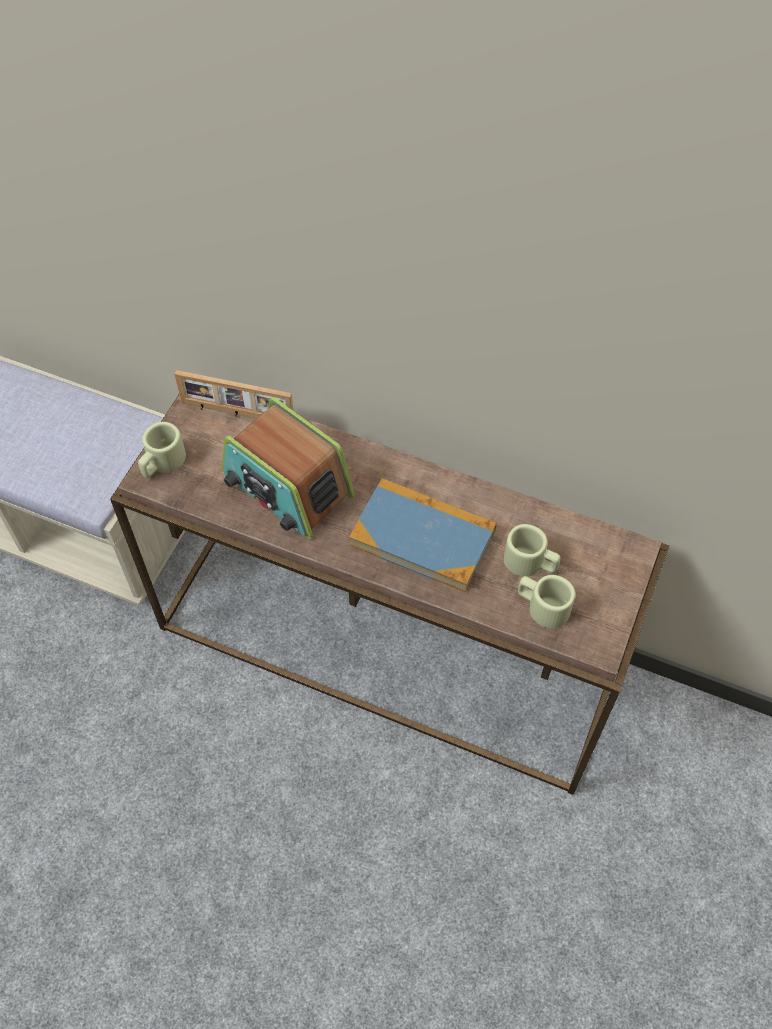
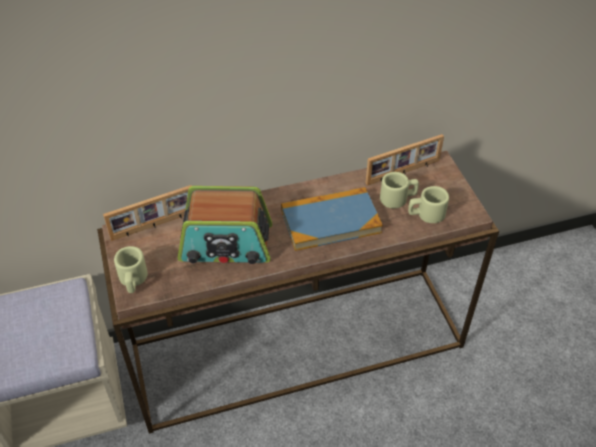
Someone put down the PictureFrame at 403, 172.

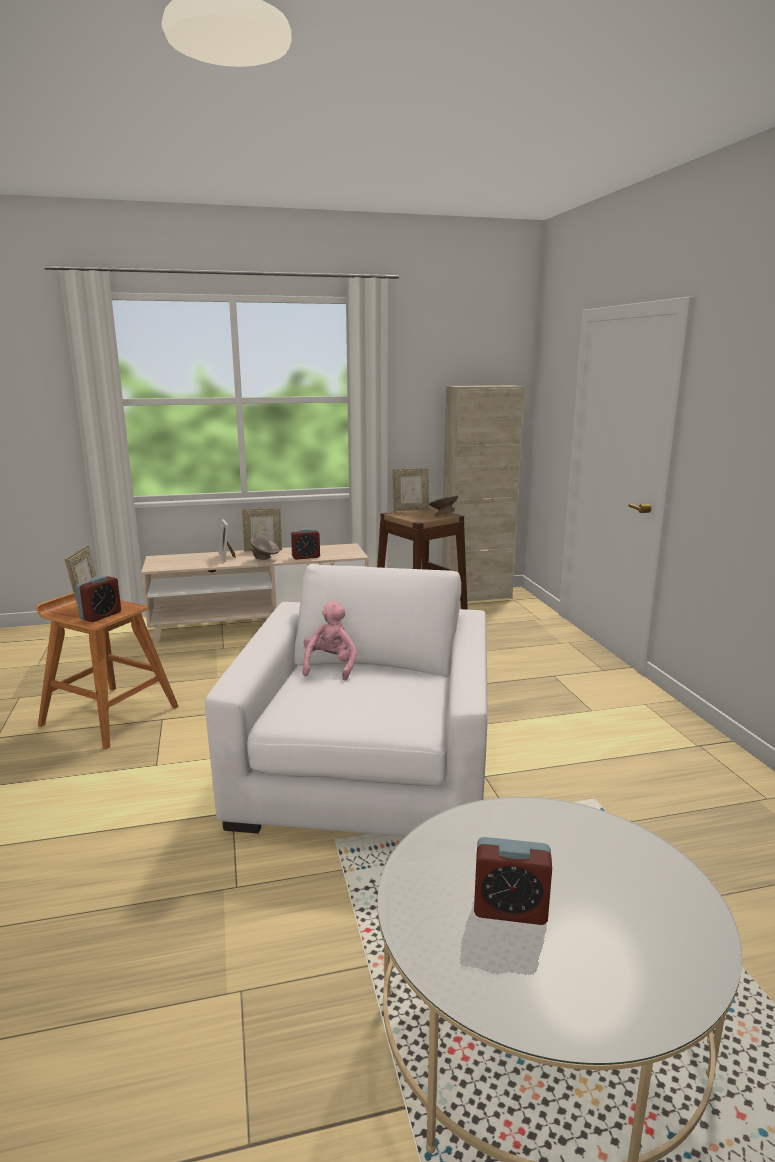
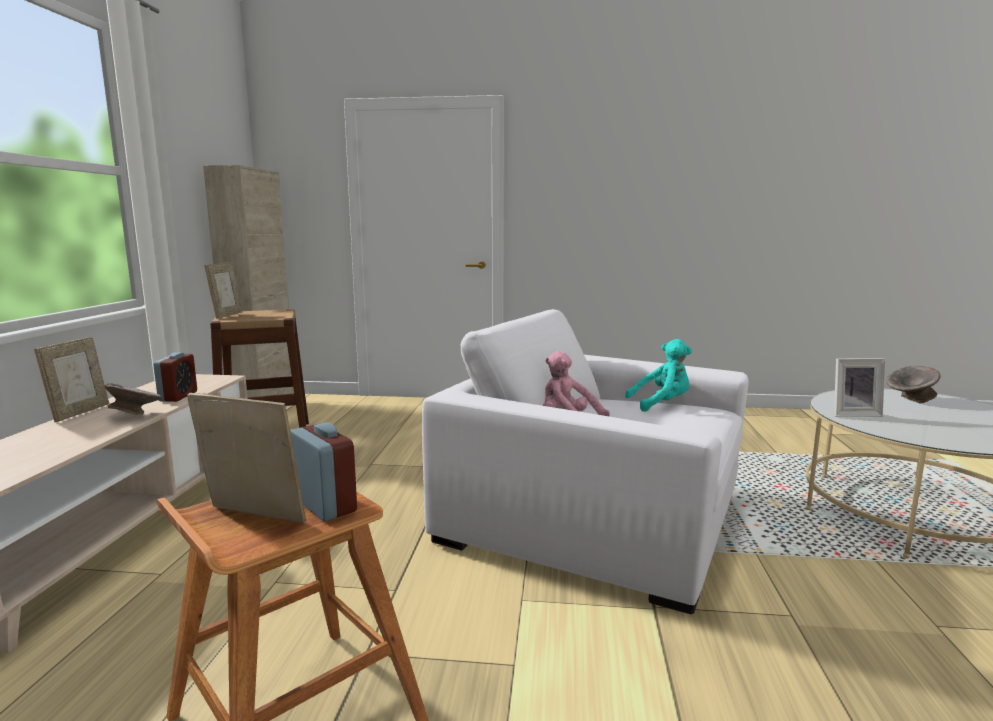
Someone took away the AlarmClock at 510, 909. Someone put down the TurquoisePlushToy at 661, 404. Someone carried the PictureFrame from 227, 557 to 853, 414. Someone carried the GreyBowl from 442, 515 to 910, 399.

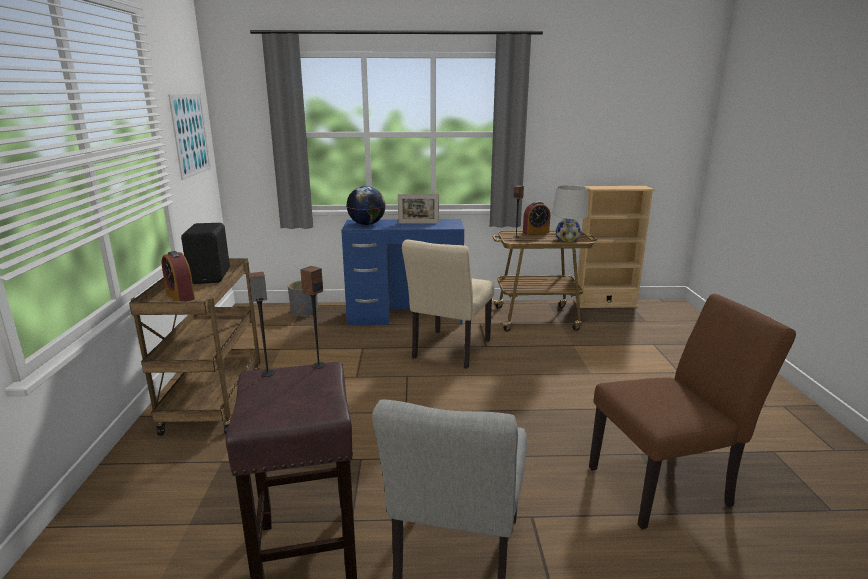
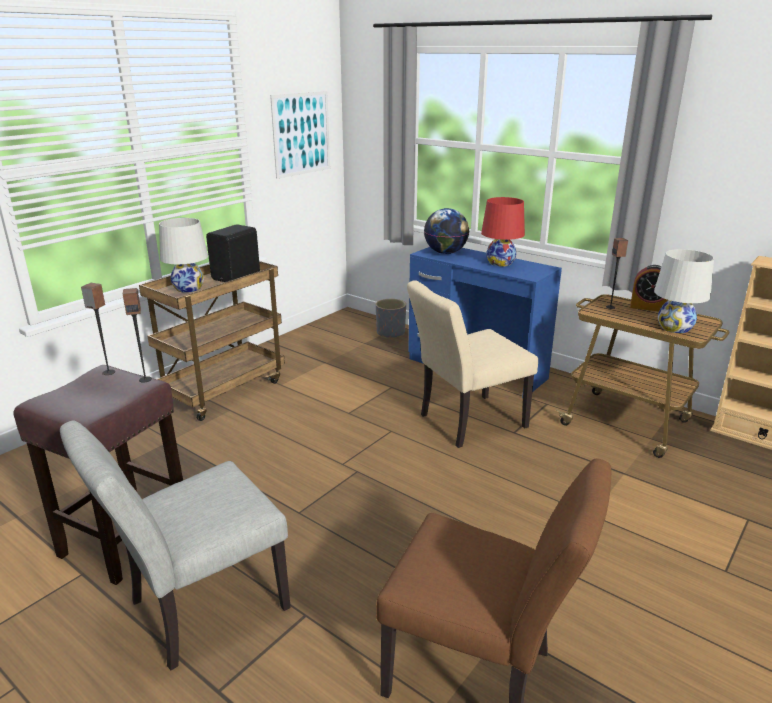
Someone swapped the AlarmClock at 180, 296 for the WhiteTableLamp at 188, 288. Someone swapped the PictureFrame at 418, 223 for the RedTableLamp at 500, 263.

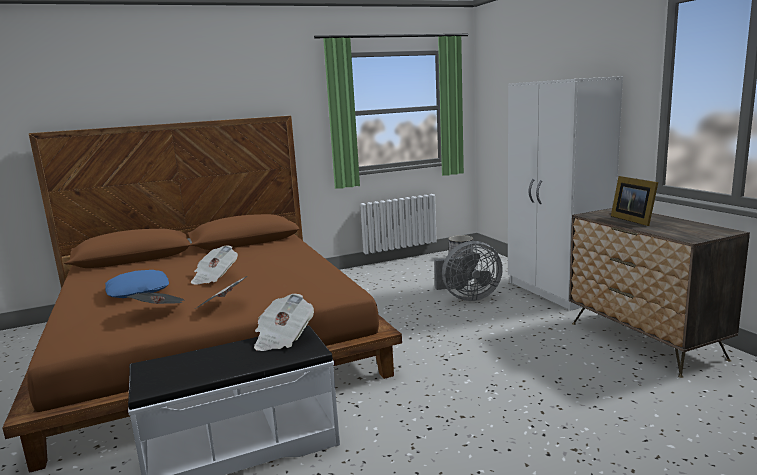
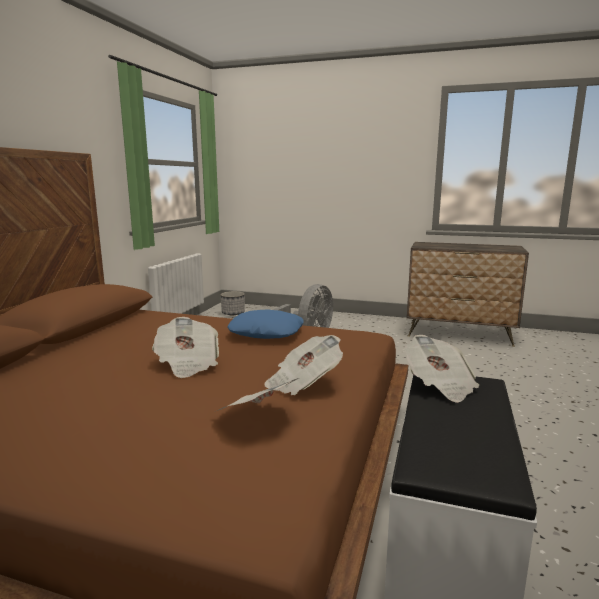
Someone took away the WhiteWardrobe at 556, 291. Someone took away the PictureFrame at 633, 220. Someone carried the BluePillow from 139, 291 to 266, 332.

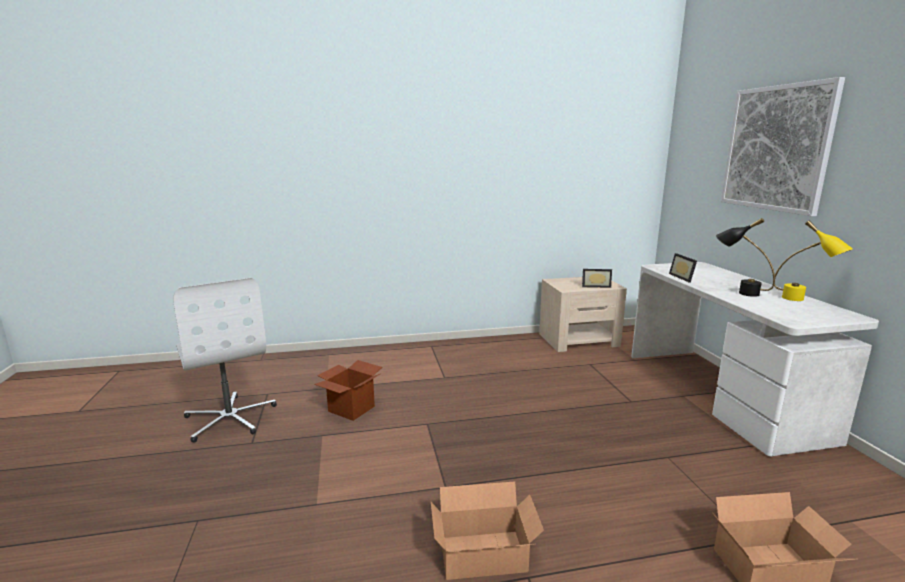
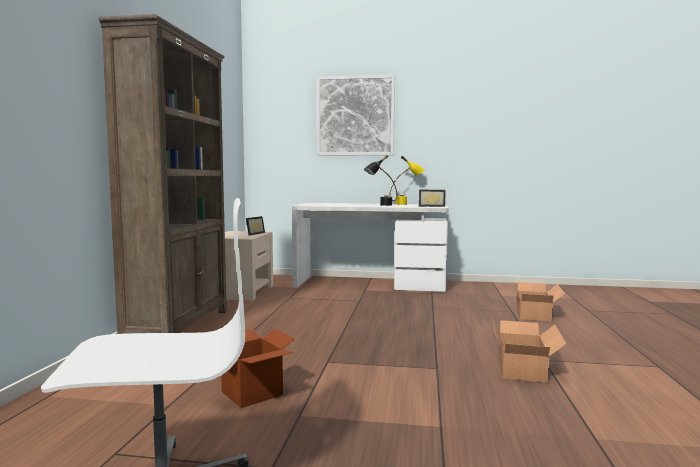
Someone put down the BrownBookcase at 179, 327. Someone carried the PictureFrame from 684, 278 to 431, 206.

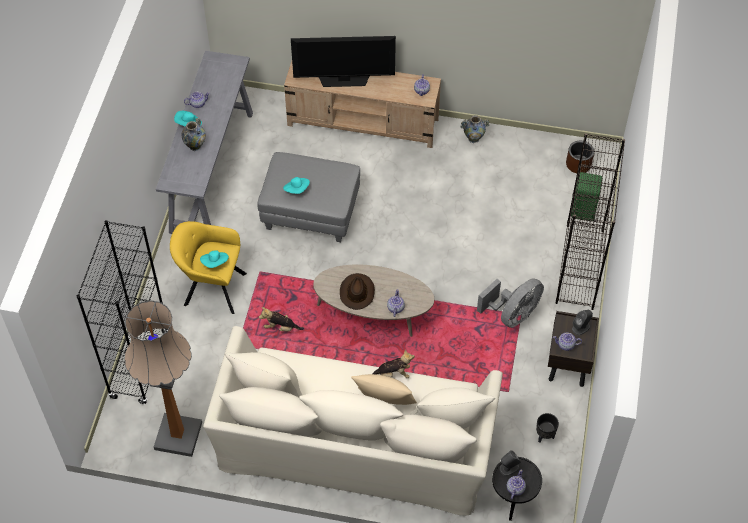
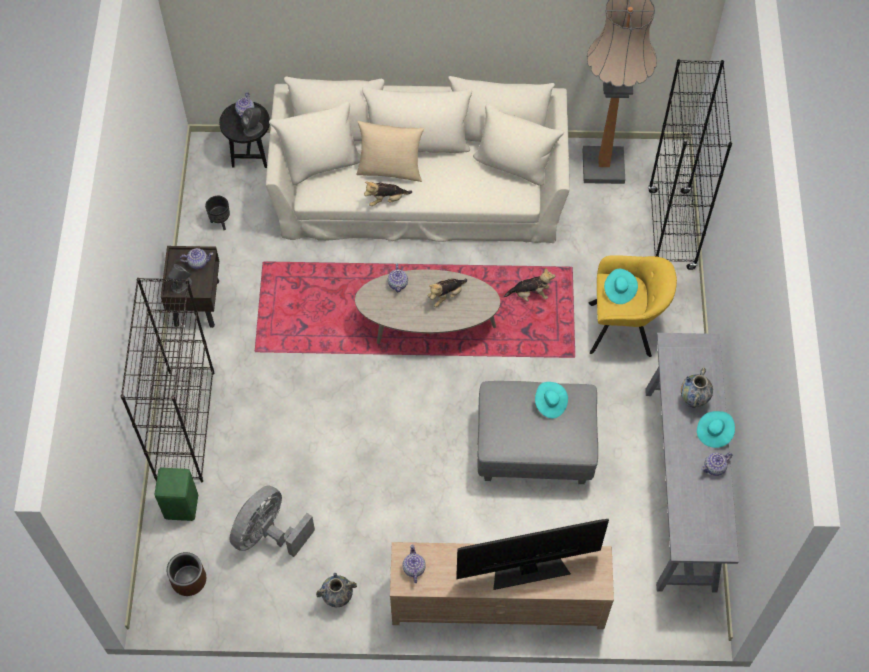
Someone carried the GreyFan from 513, 314 to 268, 534. Someone swapped the BrownHat at 357, 292 for the PlushToy at 446, 295.

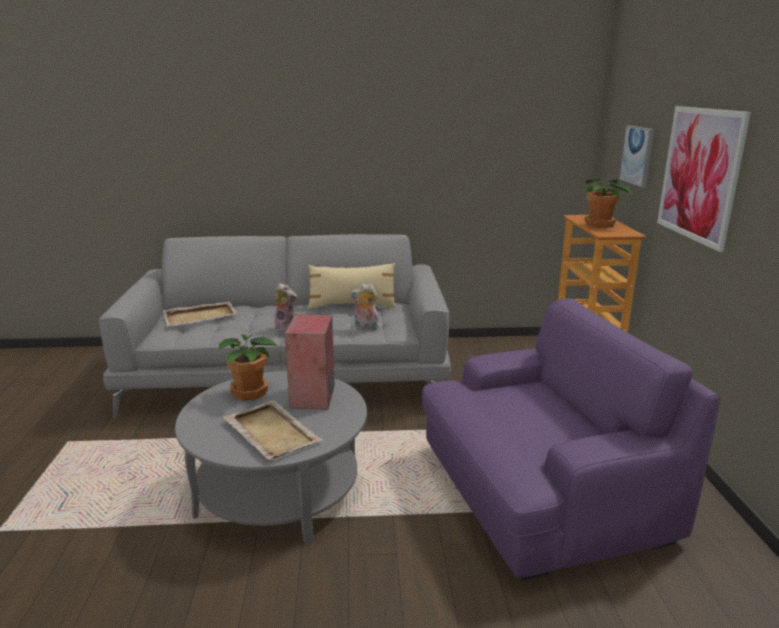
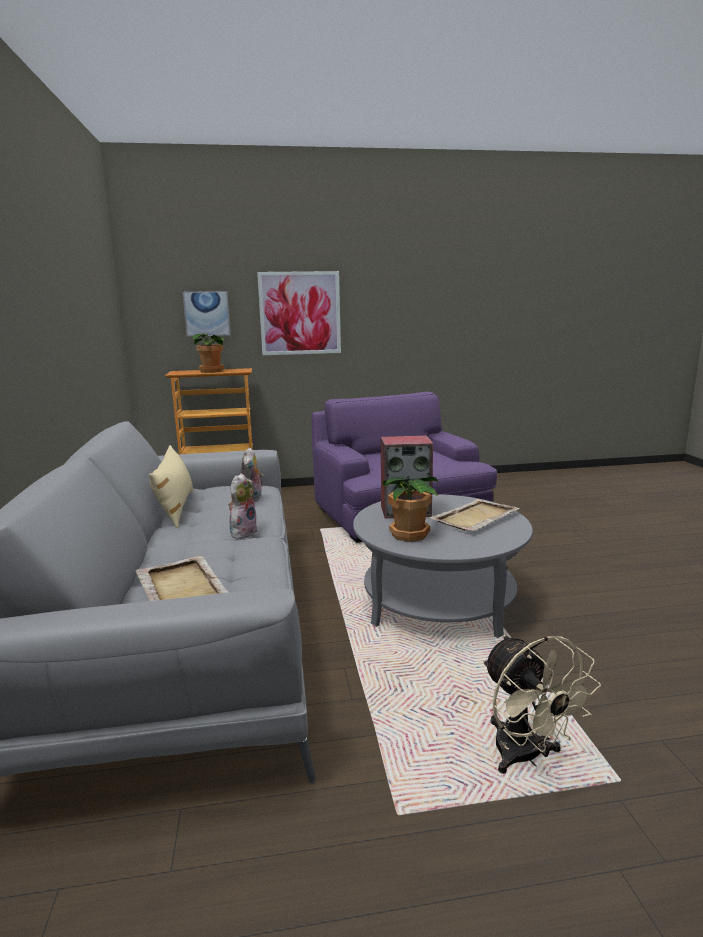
Someone put down the BeigeFan at 526, 757.

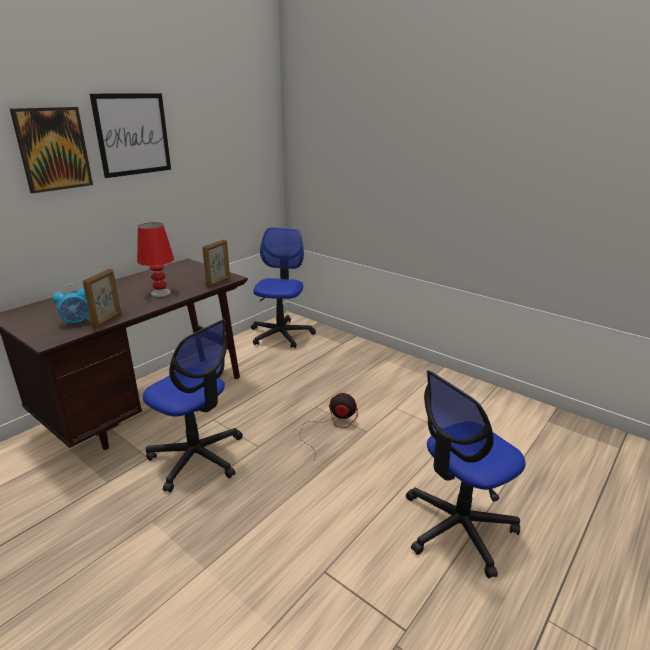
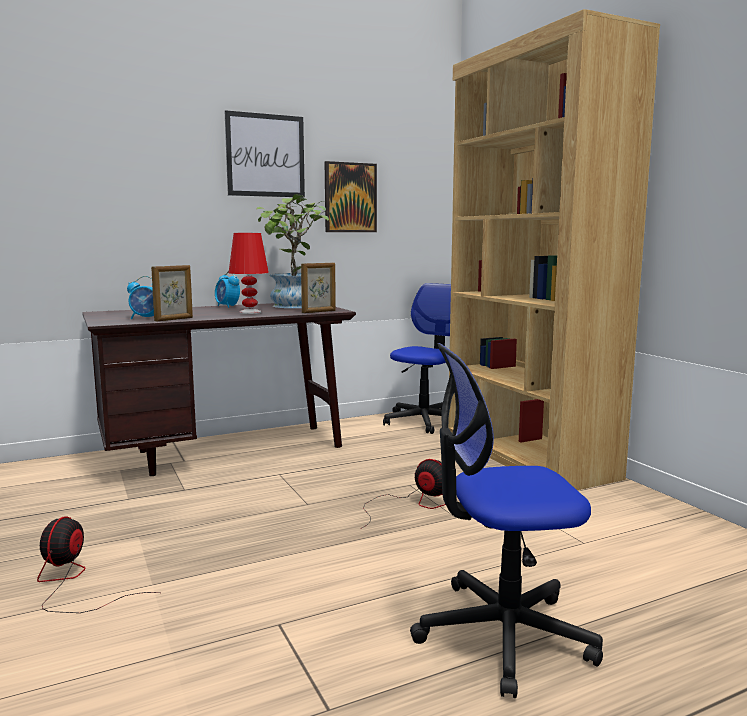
Someone took away the OfficeChair at 197, 457. Someone put down the Fan at 73, 582. Someone put down the AlarmClock at 227, 306. Someone put down the PottedPlant at 294, 306. Someone put down the BrownBookcase at 527, 456. Someone carried the Picture from 53, 149 to 350, 197.

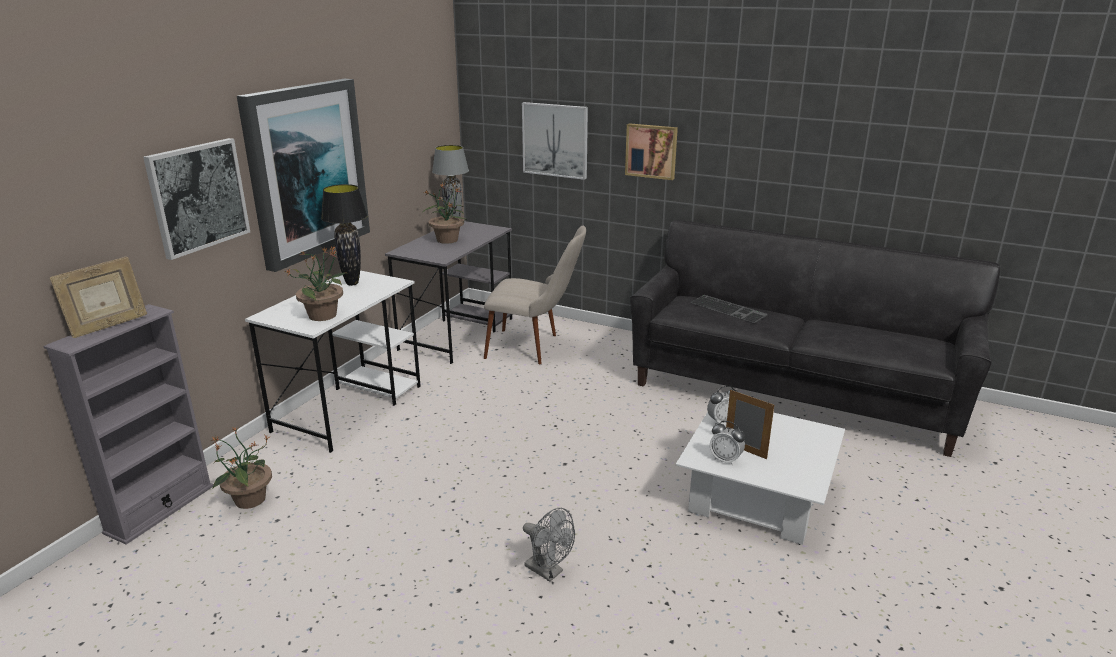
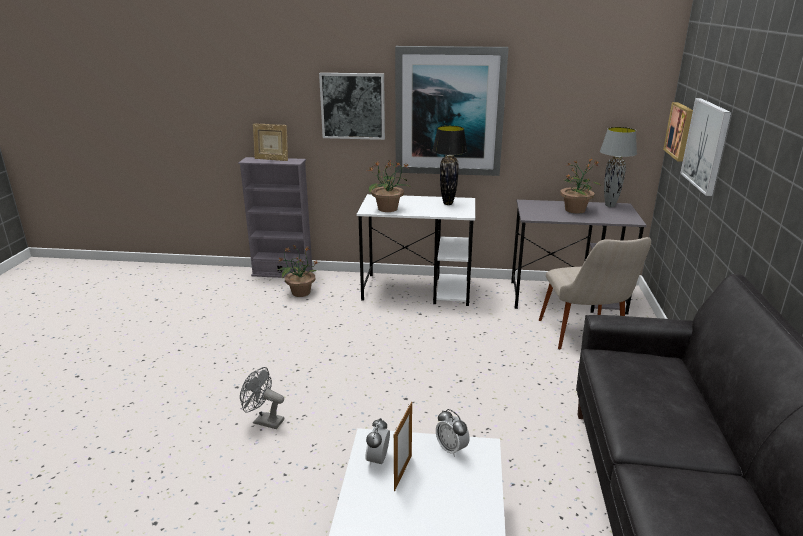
Someone took away the Keyboard at 729, 308. Someone carried the Picture from 651, 151 to 681, 131. Someone rotated the GreyFan at 548, 571 by 90 degrees clockwise.

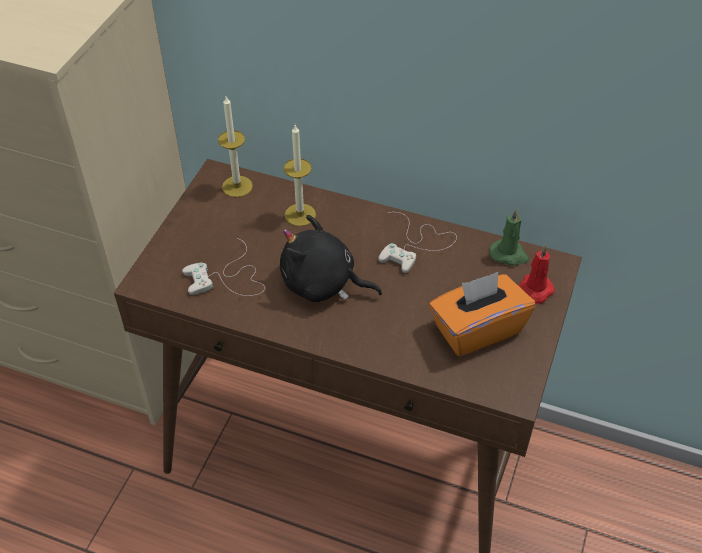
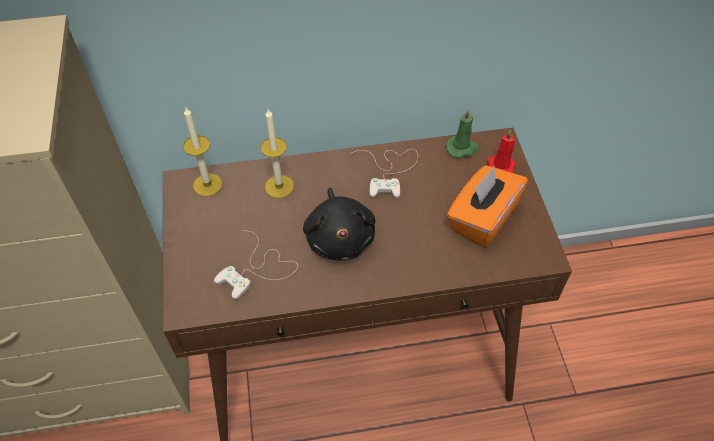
Someone rotated the BlackPlushToy at 322, 284 by 90 degrees counterclockwise.

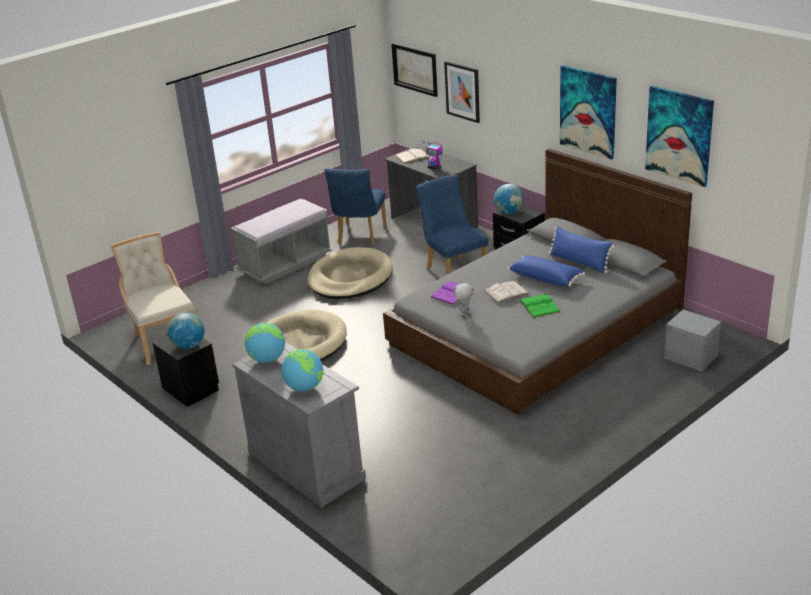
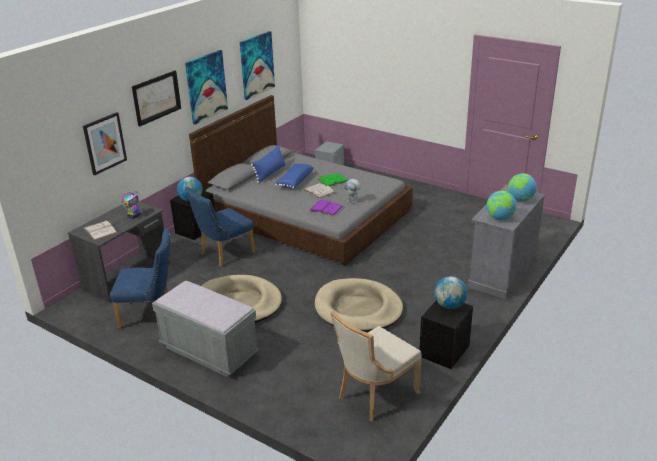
Someone carried the Picture from 415, 69 to 156, 97.

